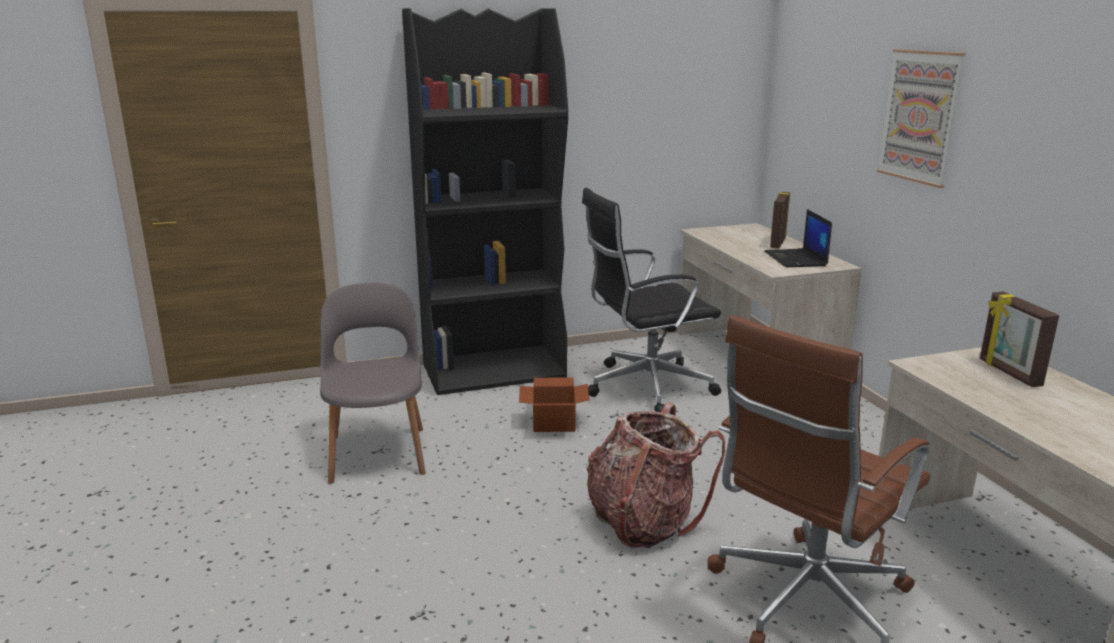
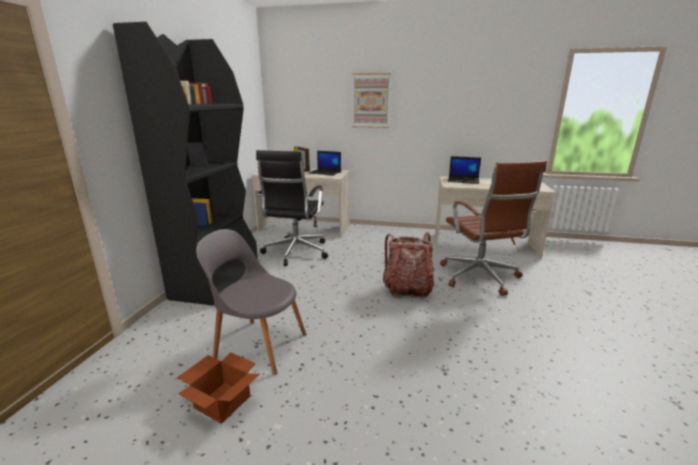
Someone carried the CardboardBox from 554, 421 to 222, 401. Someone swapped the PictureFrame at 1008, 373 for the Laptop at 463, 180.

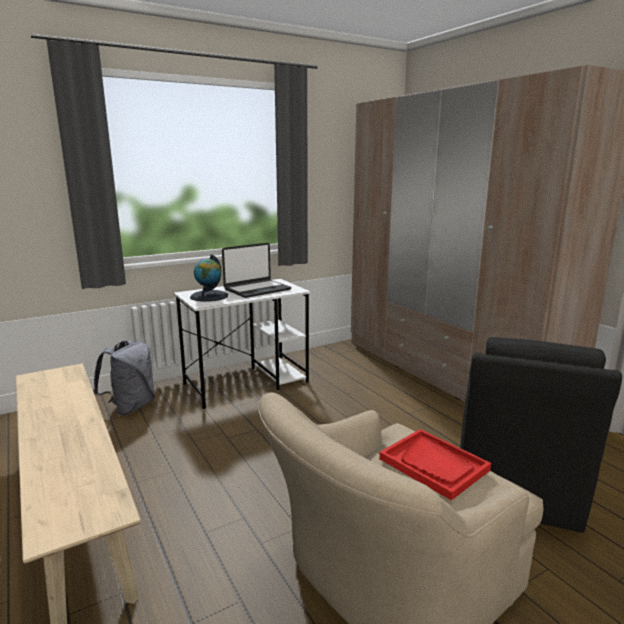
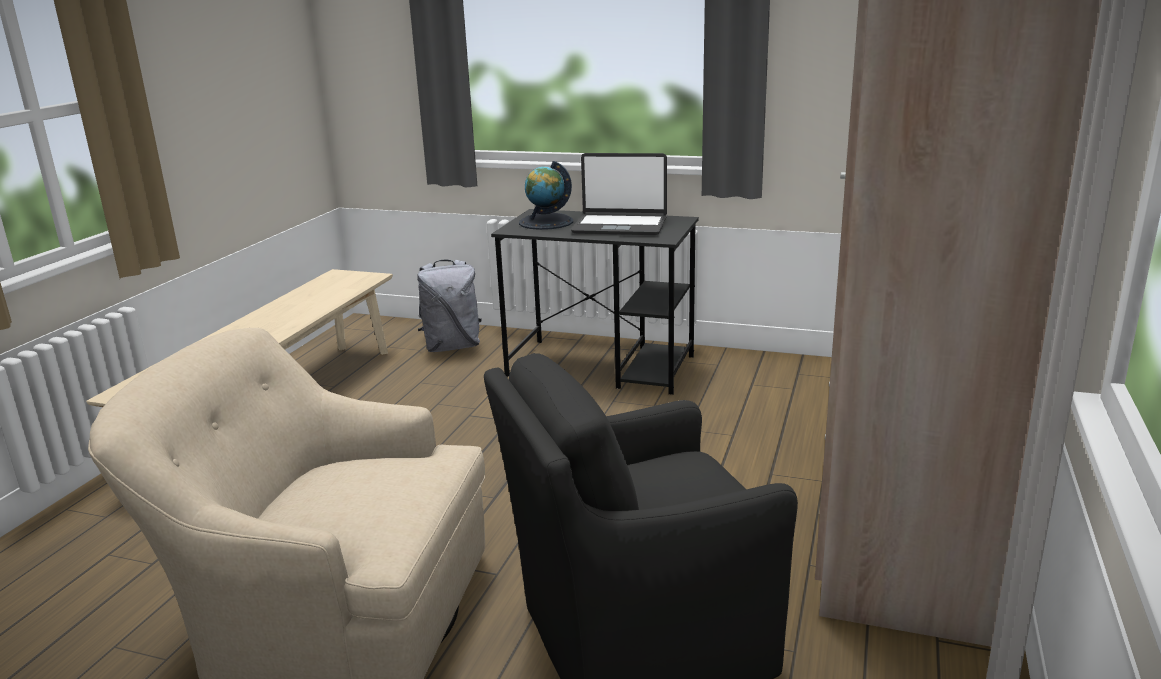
Someone took away the RedTray at 434, 464. Someone repainted the WhiteDesk at 247, 382, which became the BlackDesk at 602, 366.

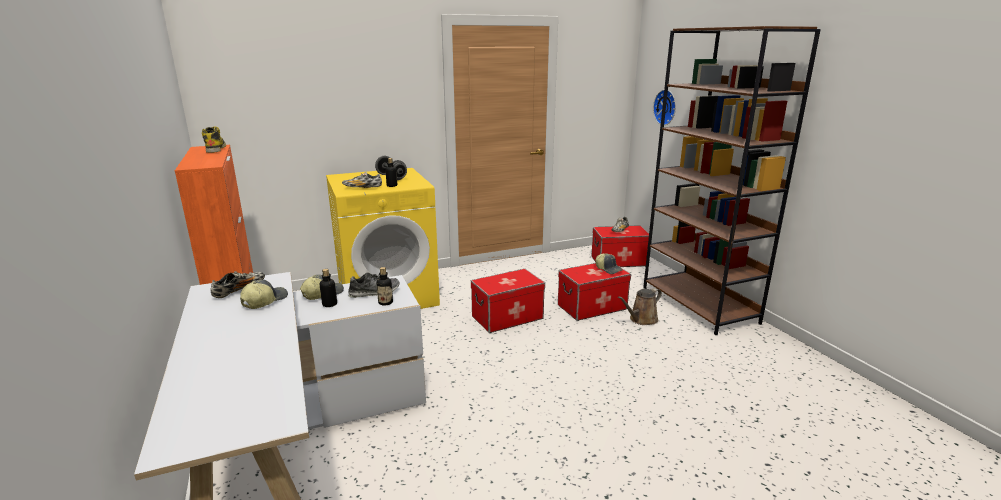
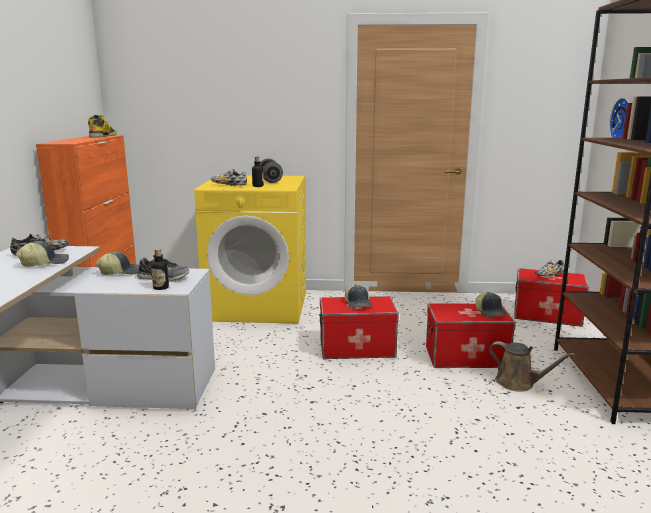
Someone took away the Bottle at 329, 304. Someone put down the Cap at 358, 303. Someone rotated the BrownWateringCan at 641, 320 by 135 degrees counterclockwise.

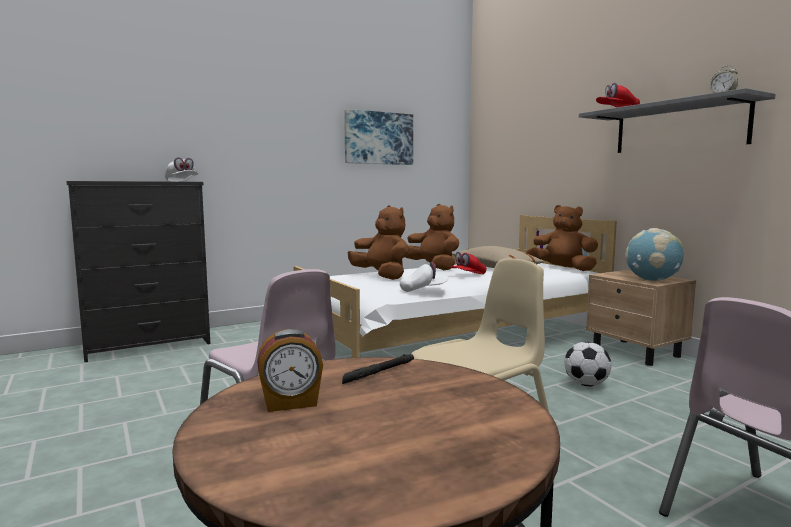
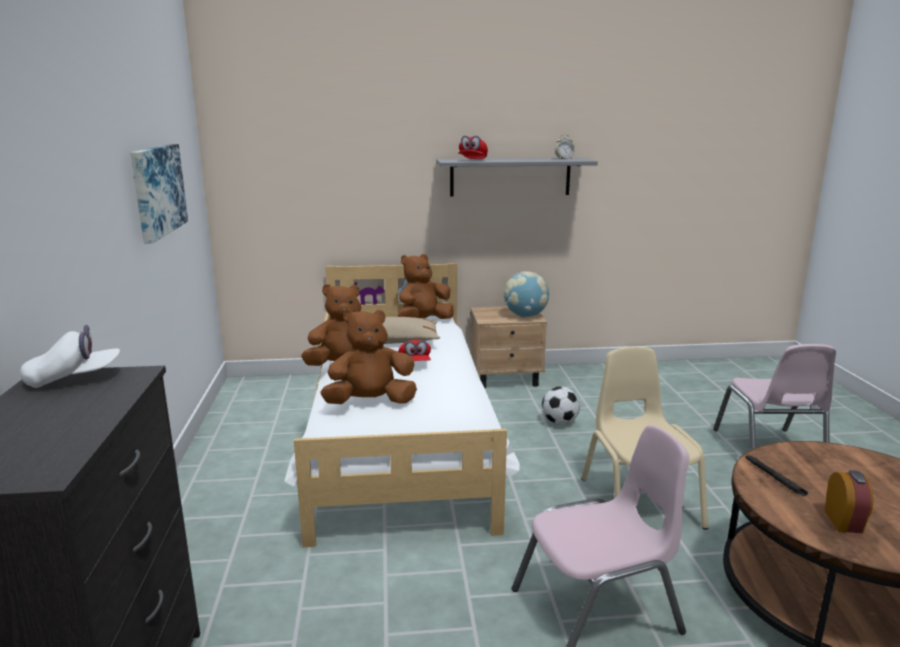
Someone took away the WhiteCap at 423, 290.

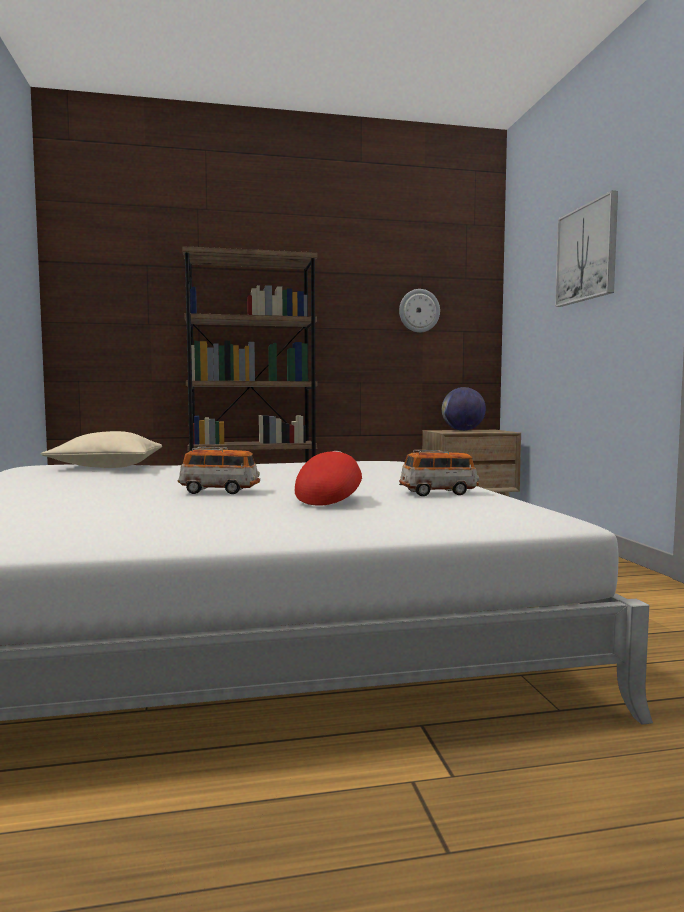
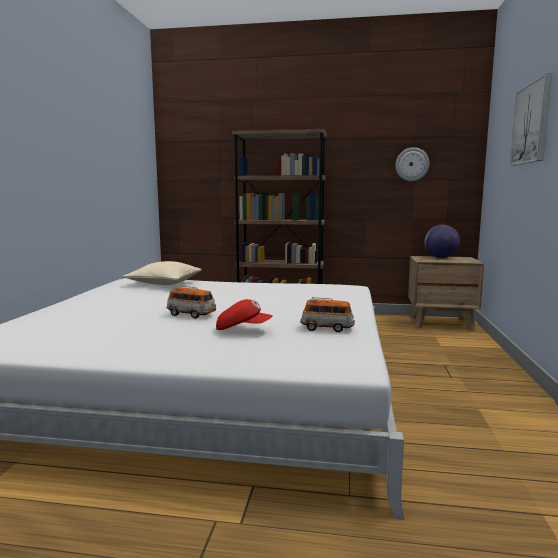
Someone rotated the RedCap at 330, 499 by 60 degrees clockwise.

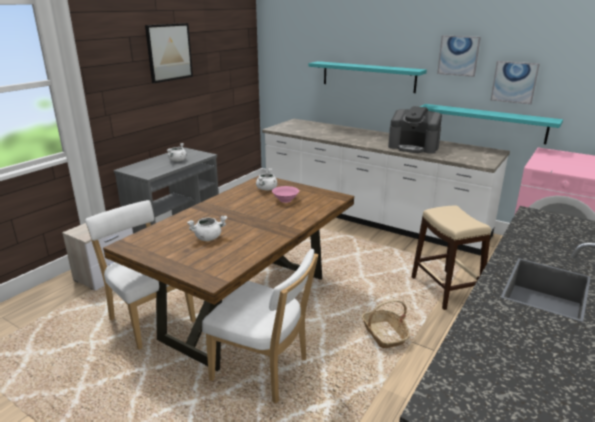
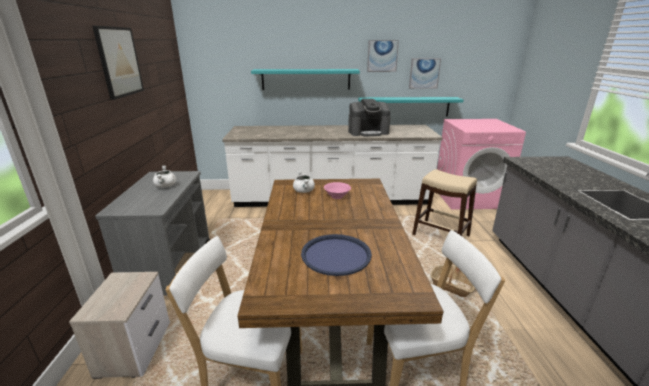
Someone swapped the WhiteCookingPot at 208, 238 for the BlueTray at 336, 255.

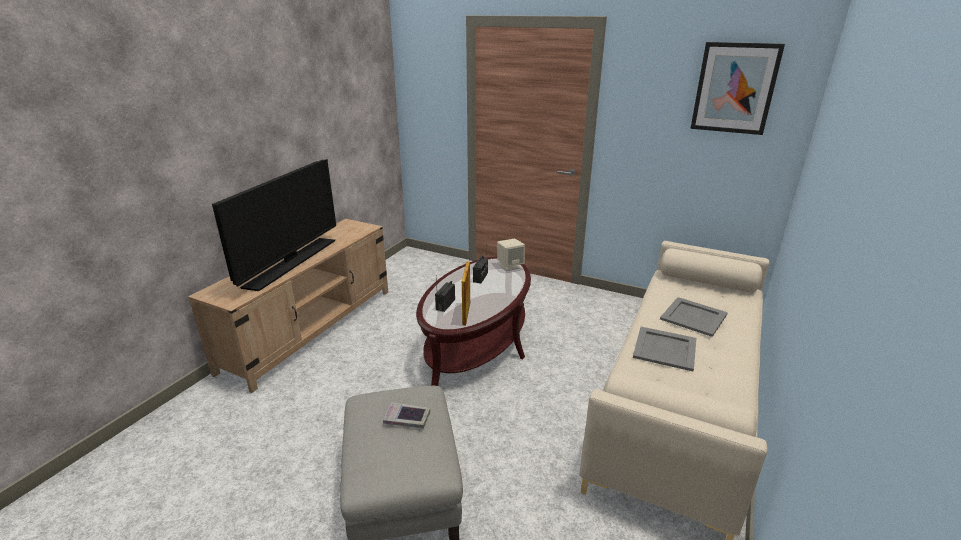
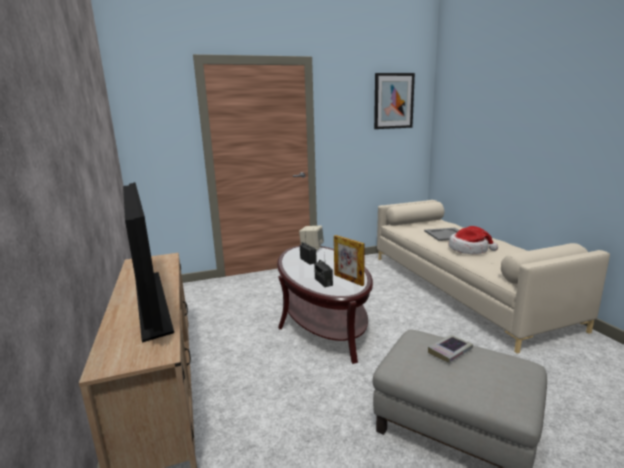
Someone swapped the GreyTray at 665, 348 for the Hat at 469, 249.

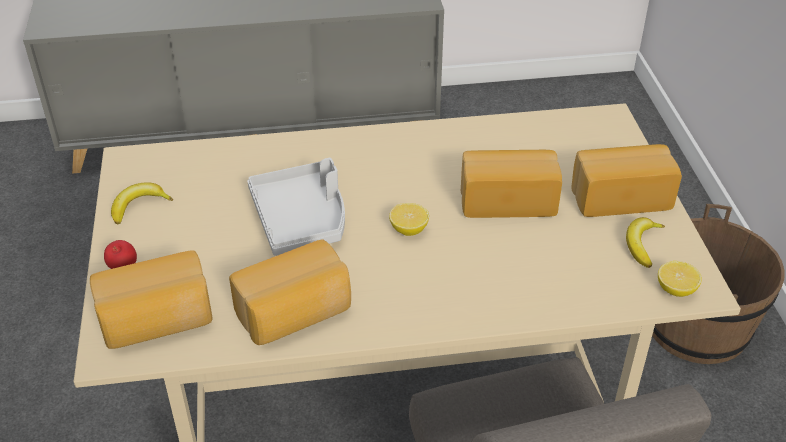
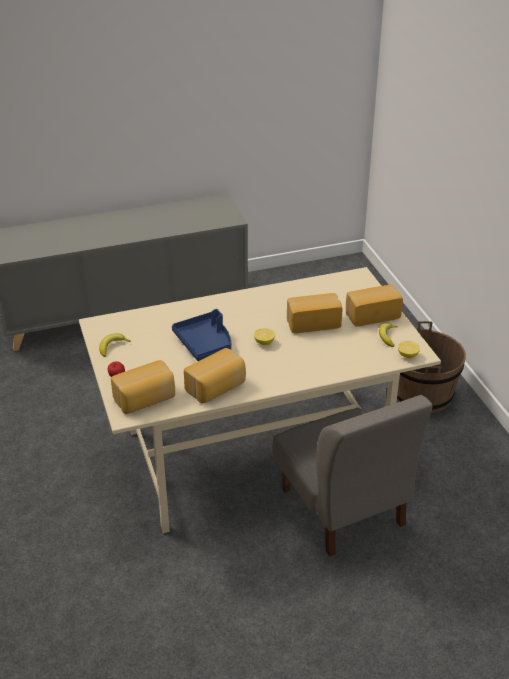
Someone repainted the GreyTray at 301, 219, which became the BlueTray at 205, 343.

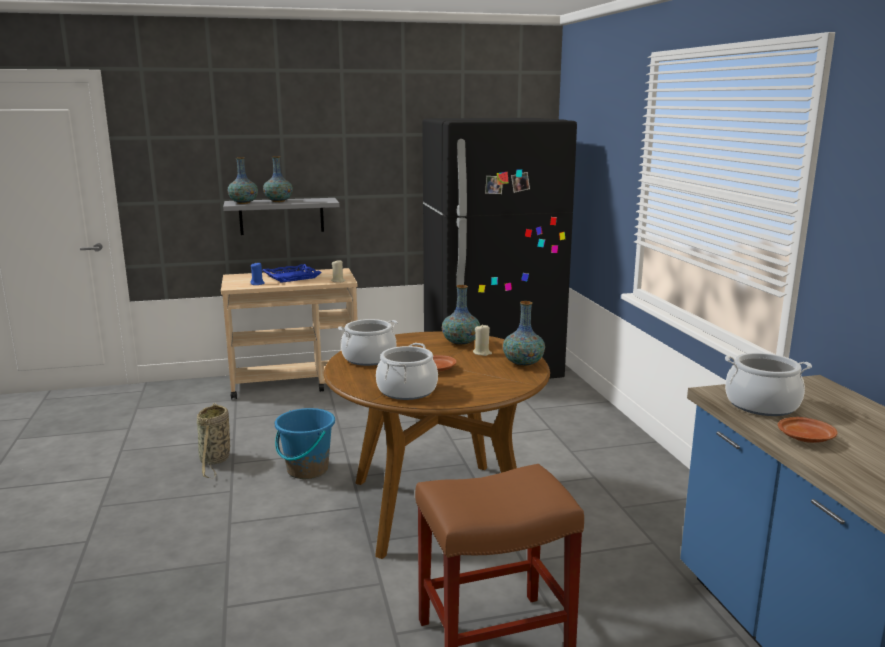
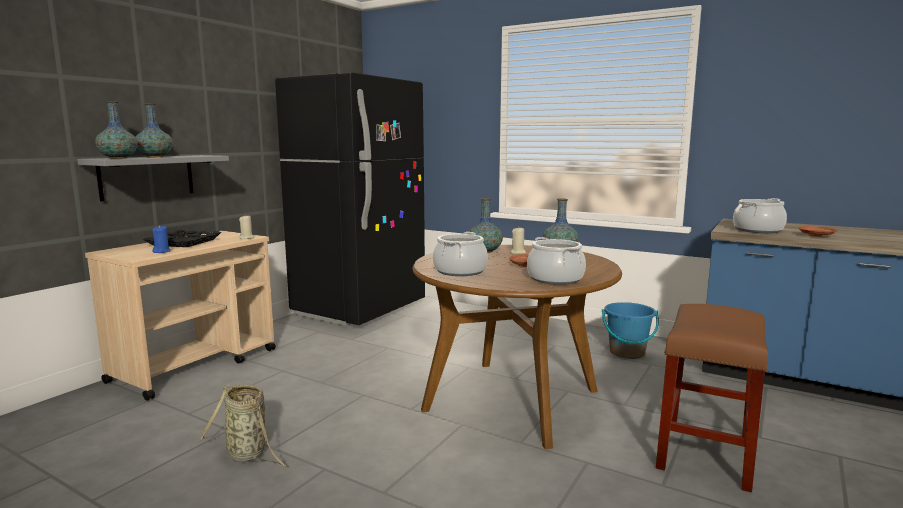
Someone carried the BlueBucket from 307, 470 to 627, 353. Someone repainted the BlueTray at 292, 277, which became the BlackTray at 184, 242.

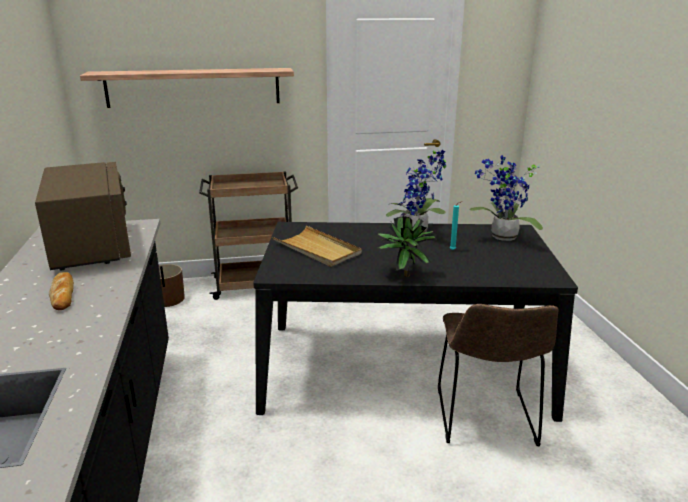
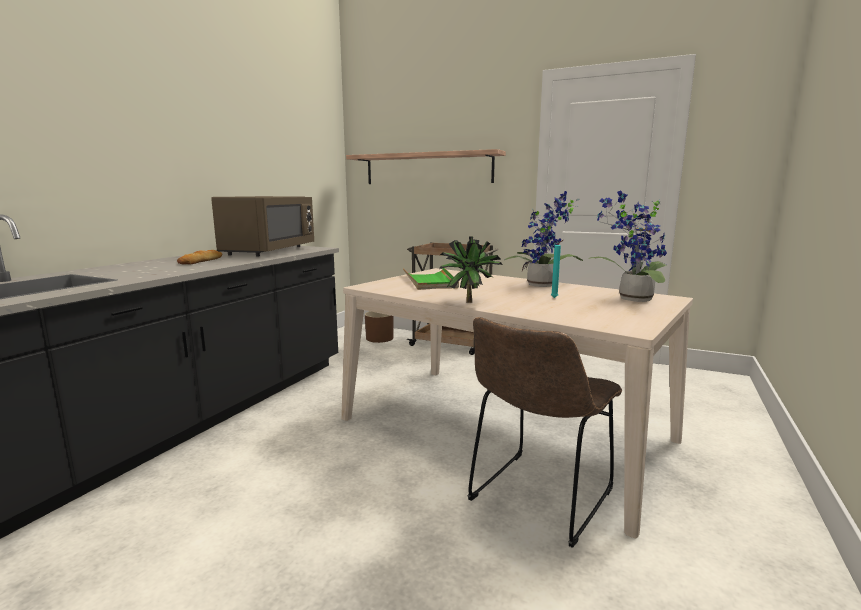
Someone repainted the BlackDiningTable at 402, 368, which became the BeigeDiningTable at 503, 429. Someone repainted the BeigeTray at 317, 249, which became the GreenTray at 430, 281.

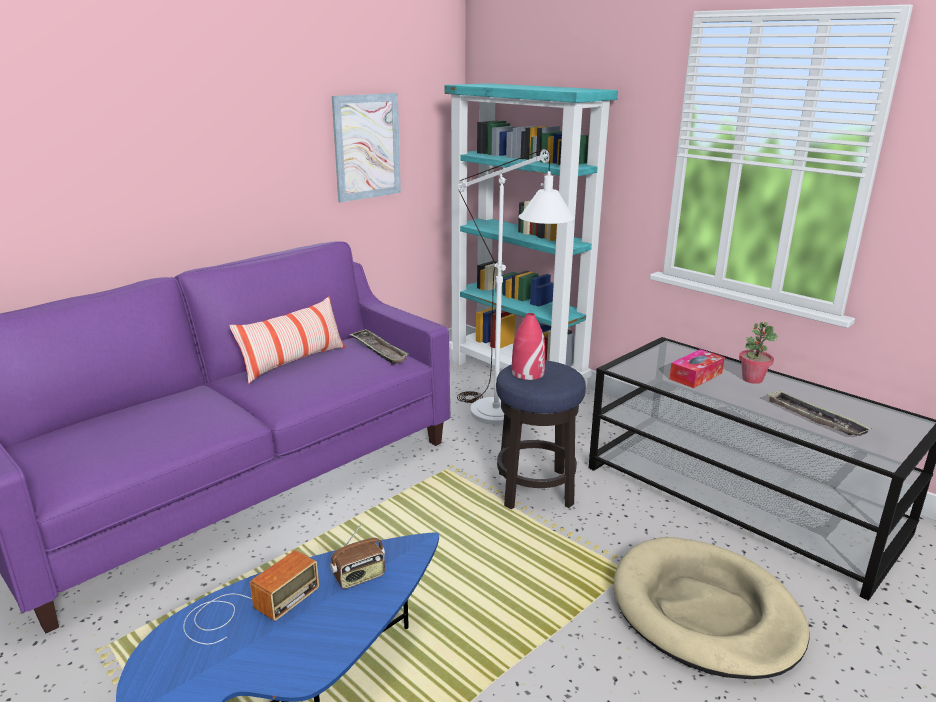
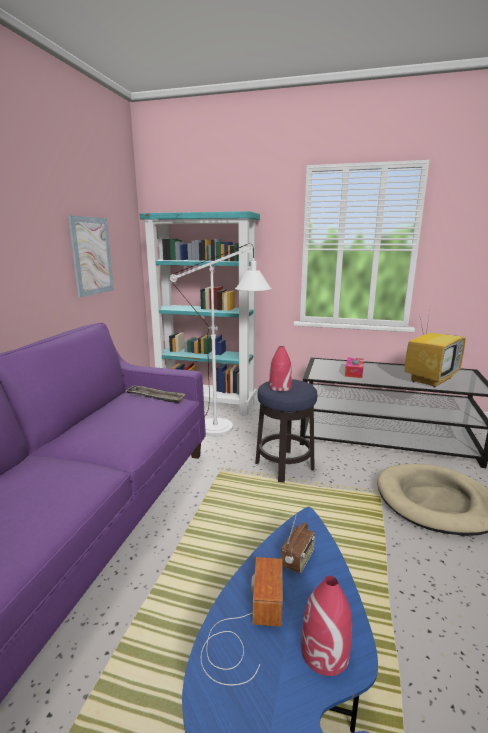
Someone took away the Pillow at 293, 362. Someone took away the PottedPlant at 752, 379. Someone put down the RedVase at 325, 652. Someone swapped the Tray at 814, 418 for the Television at 430, 379.

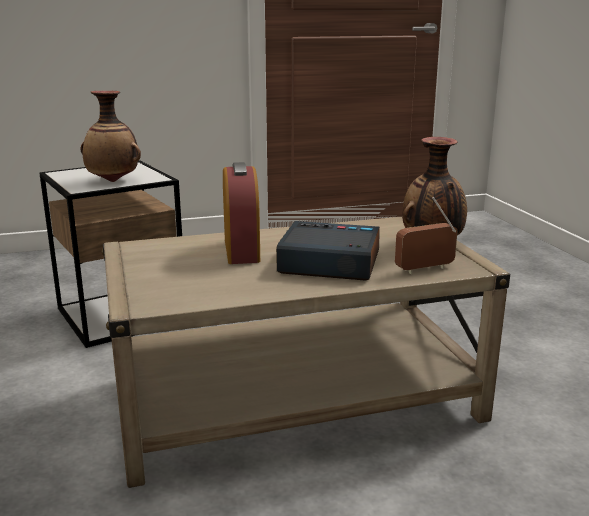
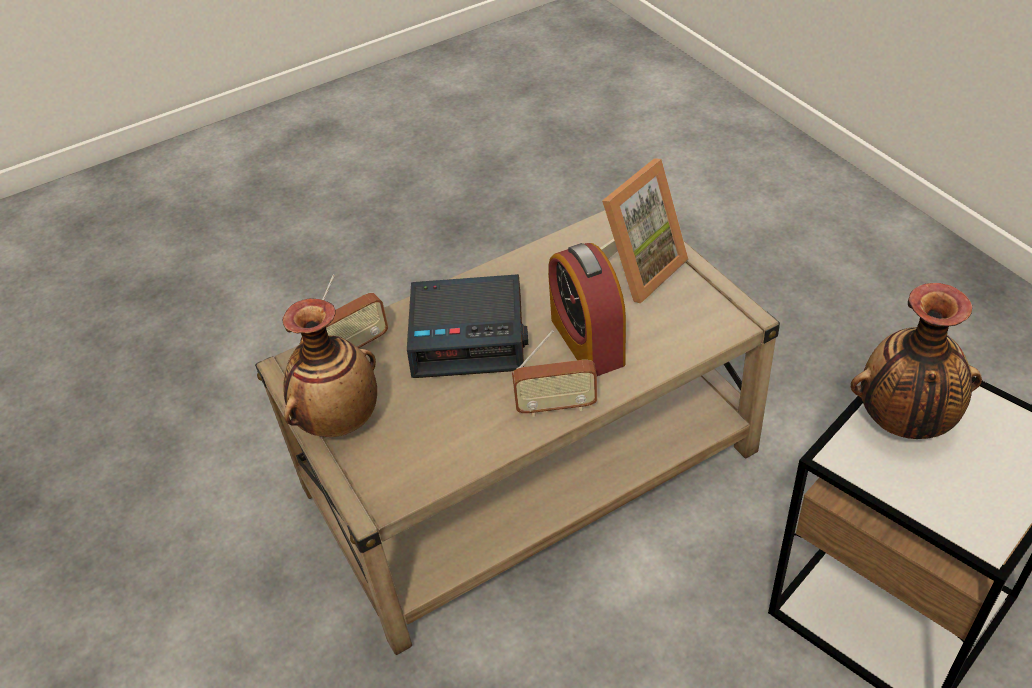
Someone put down the Radio at 556, 406. Someone put down the PictureFrame at 636, 269.

